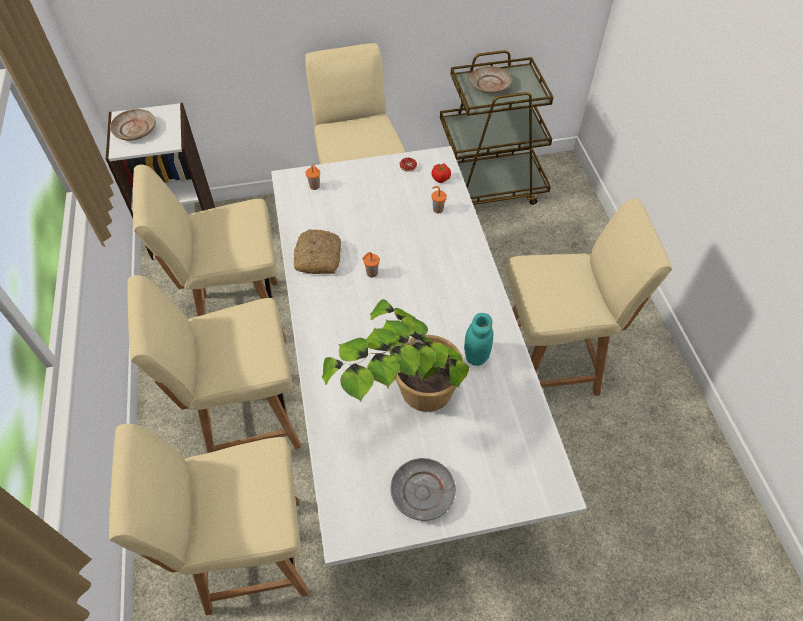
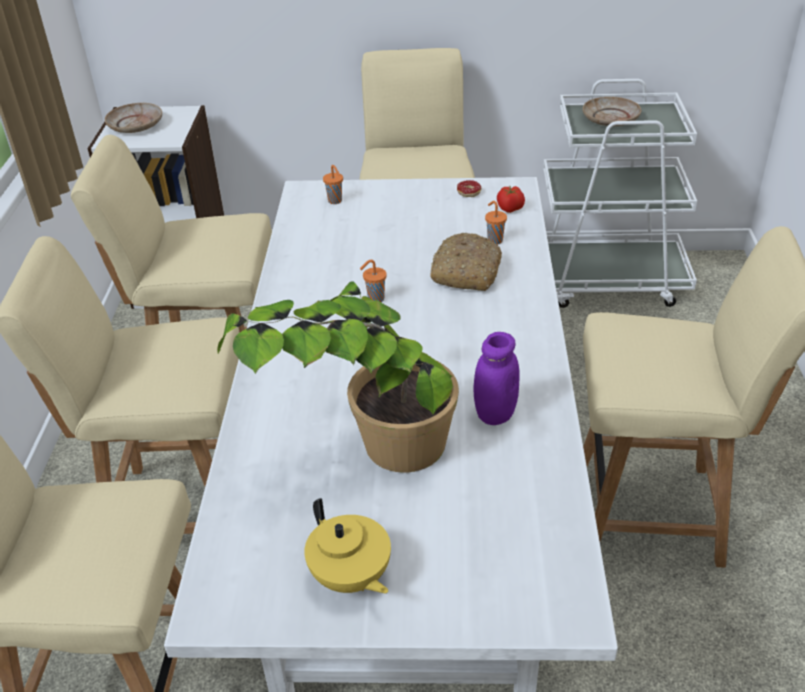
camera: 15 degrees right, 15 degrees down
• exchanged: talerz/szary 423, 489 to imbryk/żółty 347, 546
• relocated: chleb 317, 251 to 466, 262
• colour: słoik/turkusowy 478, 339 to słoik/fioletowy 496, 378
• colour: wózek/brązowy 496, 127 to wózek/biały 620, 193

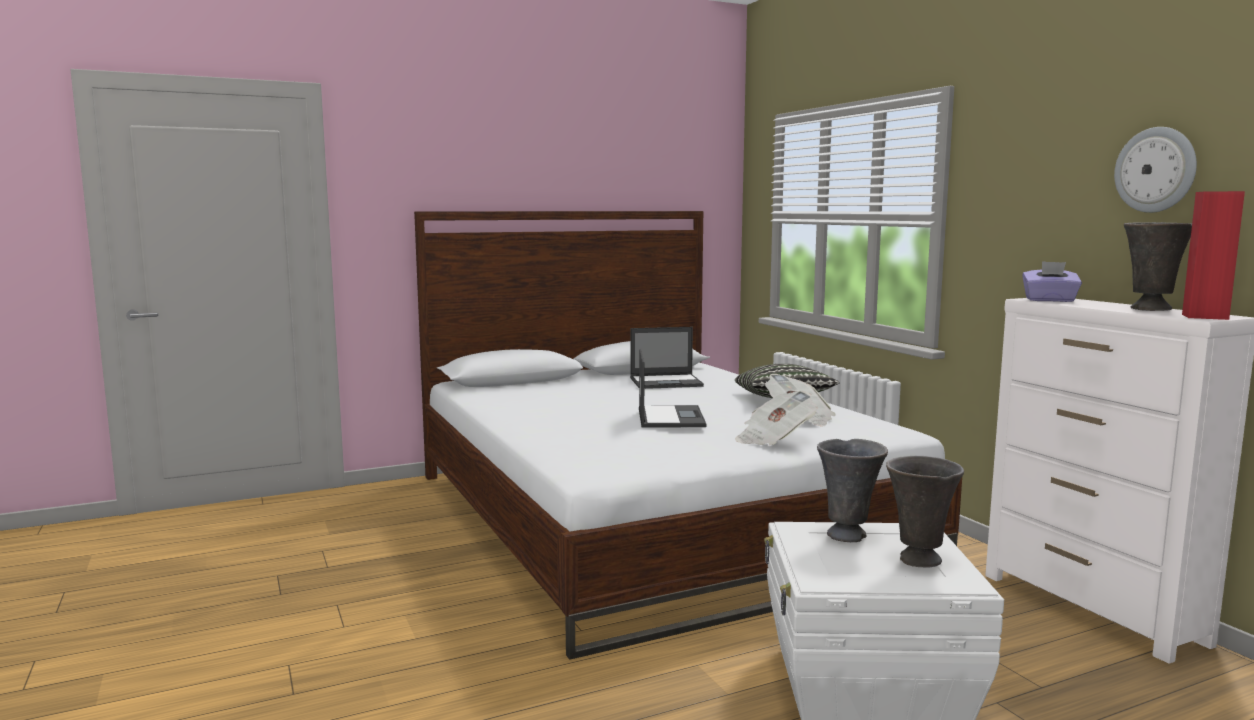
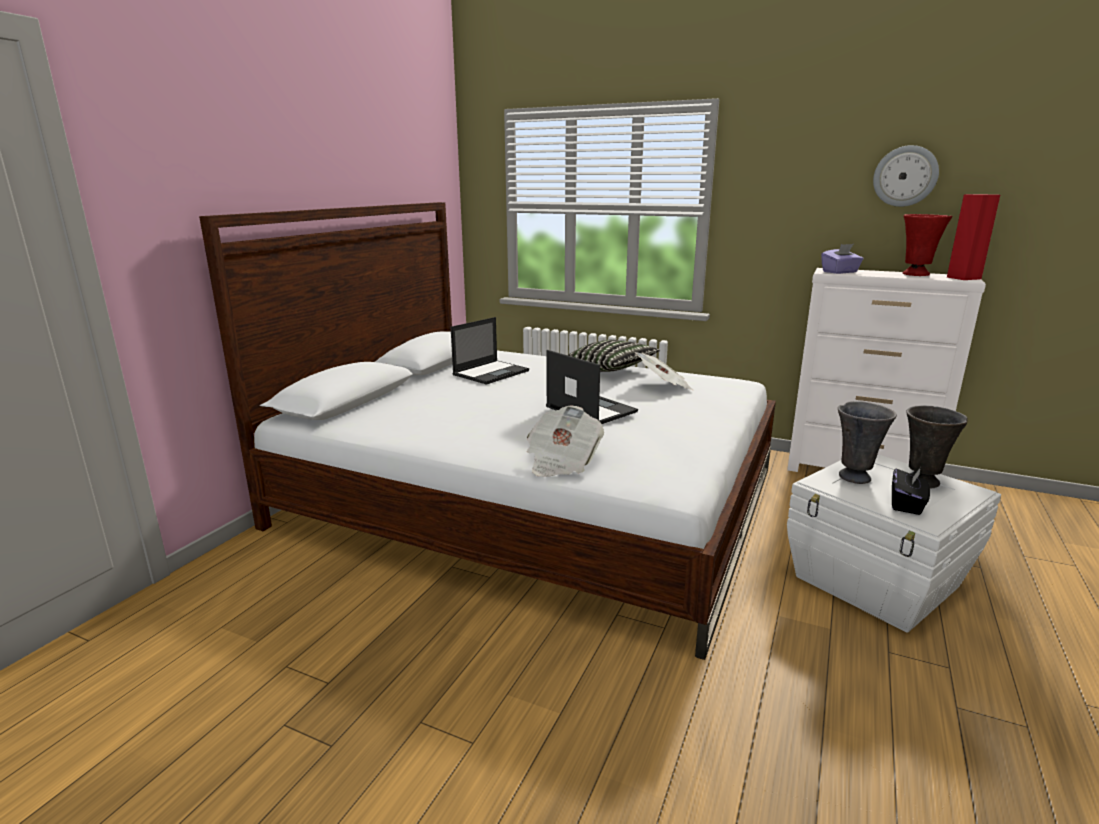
camera: 40 degrees left, 10 degrees up
• relocated: gazeta 776, 418 to 565, 441
• appeared: pudełko chusteczek/czarny 911, 491
• colour: wazon/szary 1158, 266 to wazon/czerwony 927, 245

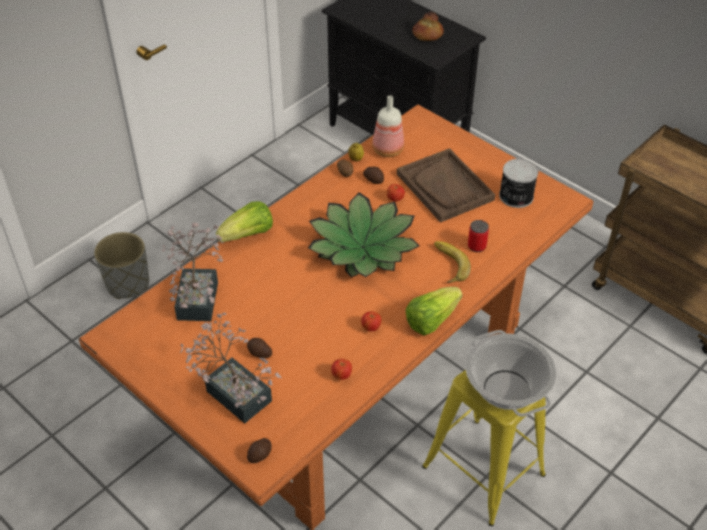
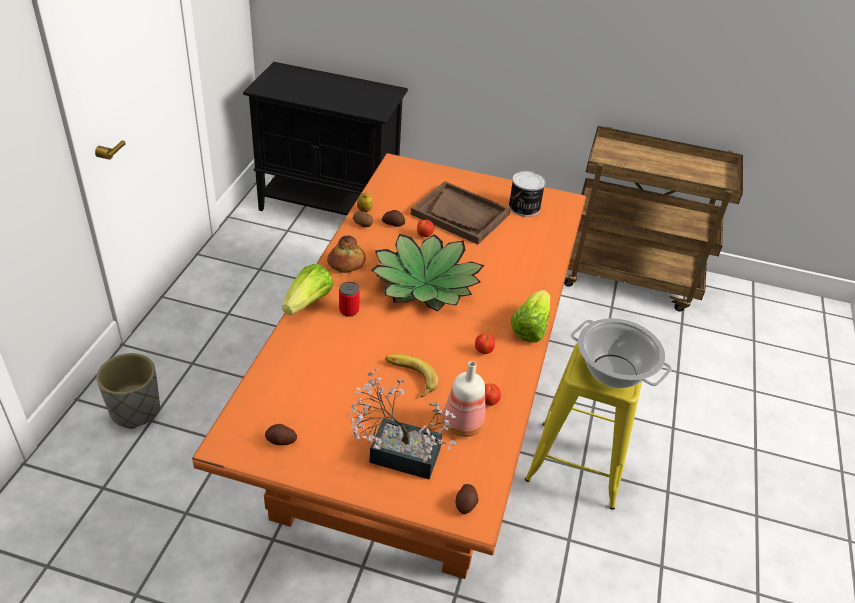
camera: 30 degrees left, 5 degrees down
• relocated: ziemniak 259, 348 to 281, 434
• relocated: chleb 428, 26 to 346, 254
• relocated: puszka 478, 236 to 349, 299
• relocated: banan 452, 262 to 411, 375
• relocated: butelka 388, 126 to 464, 399
• missing: roślina doniczkowa 193, 272

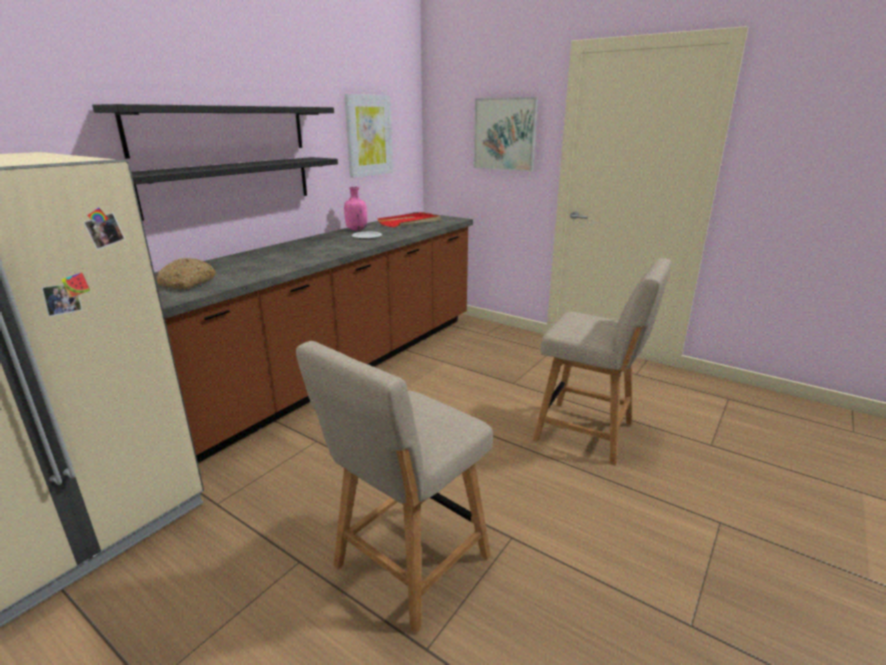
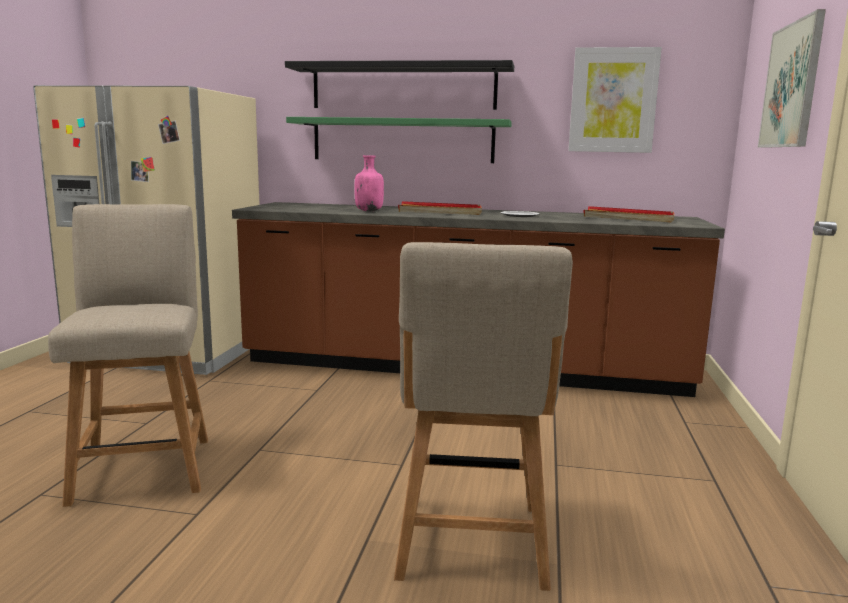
camera: 65 degrees right, 10 degrees down
• spun: krzesło/beżowy 394, 487 = 128, 355 60 degrees clockwise
• colour: półka/czarny 234, 189 to półka/zielony 399, 140
• relocated: butelka/różowy 355, 208 to 369, 183
• appeared: taca/czerwony 440, 208
• missing: chleb 186, 273

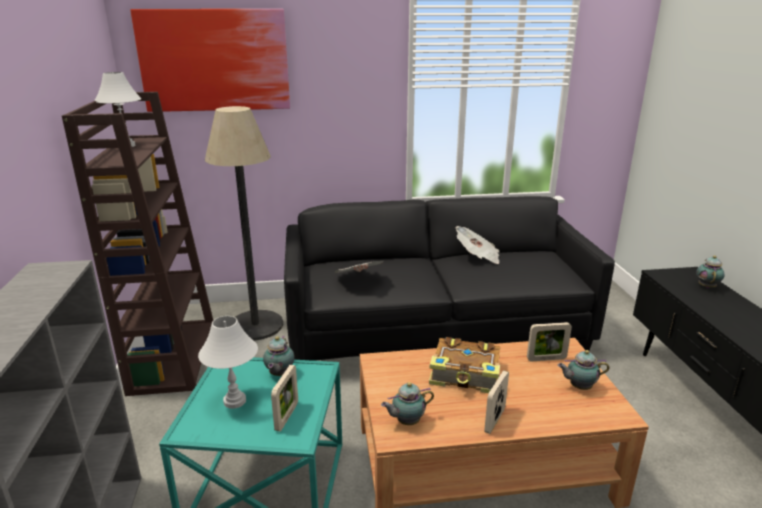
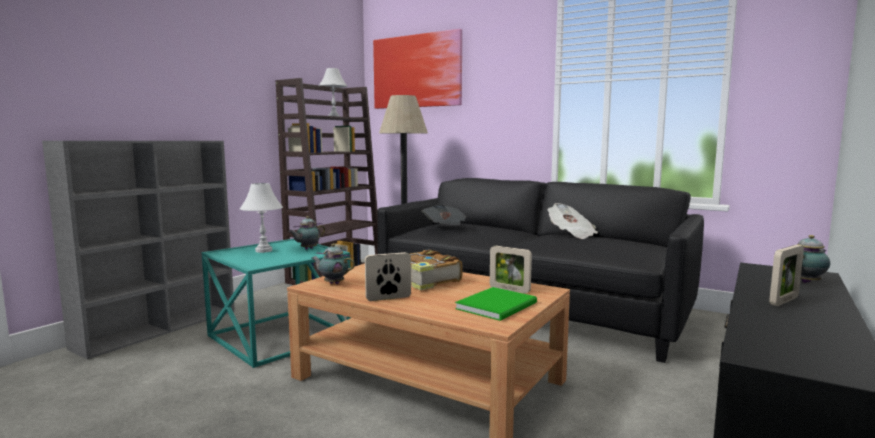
camera: 40 degrees right, 15 degrees down
• exchanged: imbryk 583, 370 to książka/zielony 496, 304
• relocated: ramka na zdjęcie 284, 398 to 786, 275

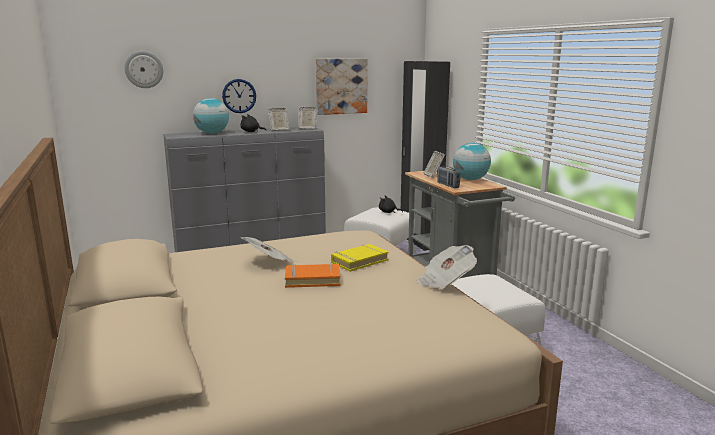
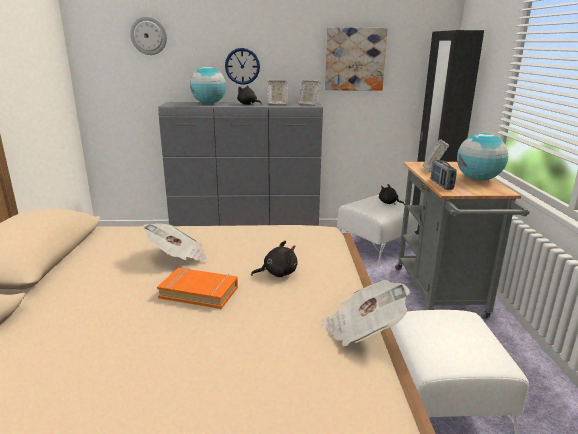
camera: 20 degrees right, 5 degrees up
• exchanged: książka/żółty 360, 258 to pluszak/czarny 274, 259

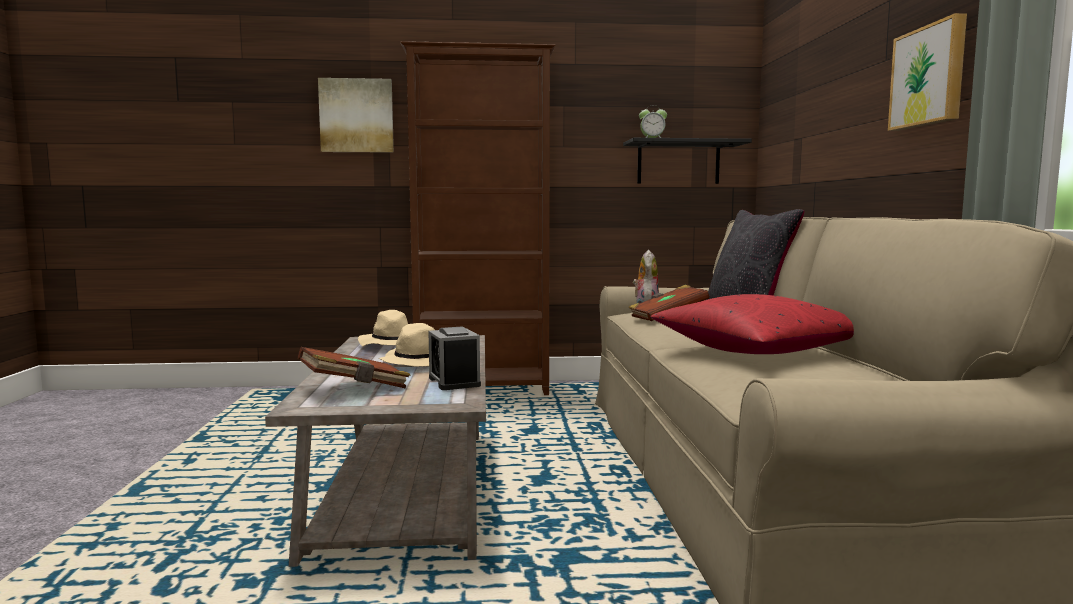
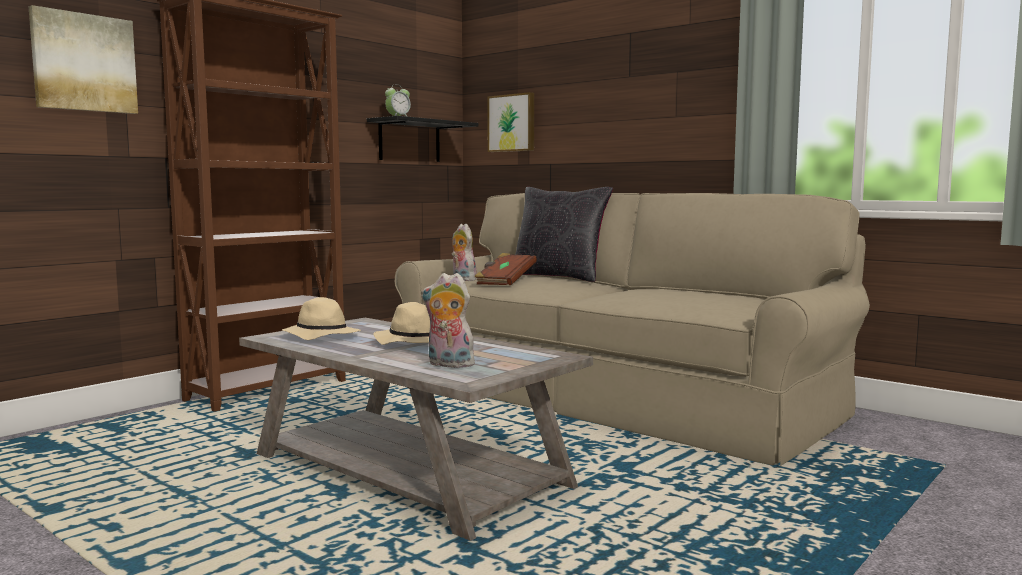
camera: 45 degrees left, 0 degrees up
• exchanged: książka/brązowy 354, 368 to pluszak 449, 321
• relocated: obraz 927, 72 to 510, 122
• missing: budzik 454, 358
• missing: poduszka/czerwony 752, 324

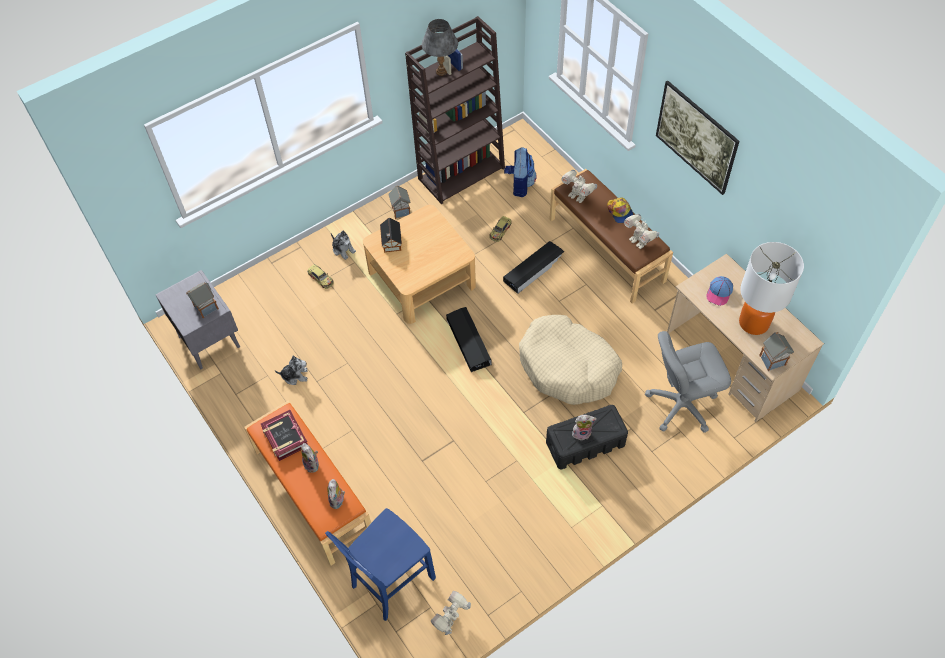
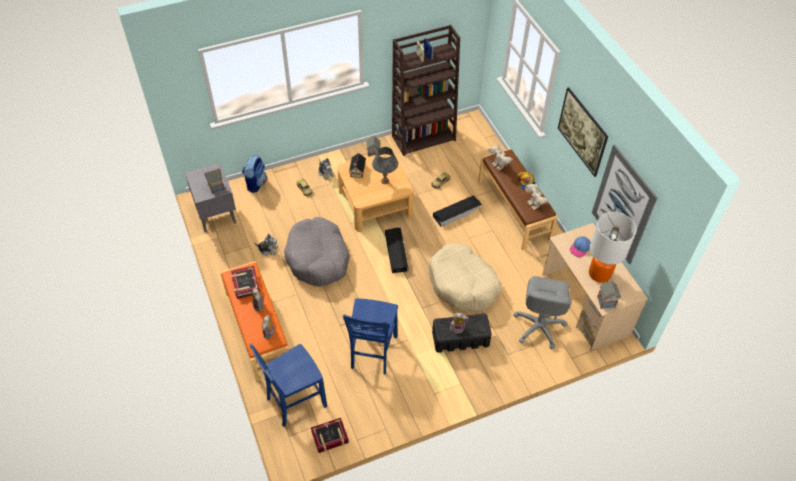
camera: 10 degrees right, 5 degrees down
• relocated: plecak 520, 172 to 254, 174
• appeared: legowisko/szary 317, 251
• exchanged: robot zabawkowy 451, 613 to książka 330, 435
• appeared: krzesło/niebieski 370, 336
• relocated: lampa stołowa/szary 440, 47 to 385, 165
• spun: krzesło biurowe/szary 688, 382 = 542, 312 75 degrees counterclockwise
• appeared: obraz 625, 204

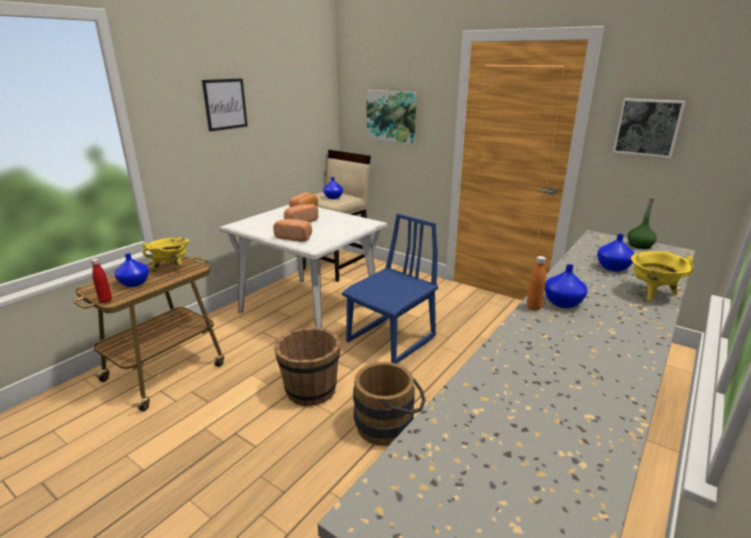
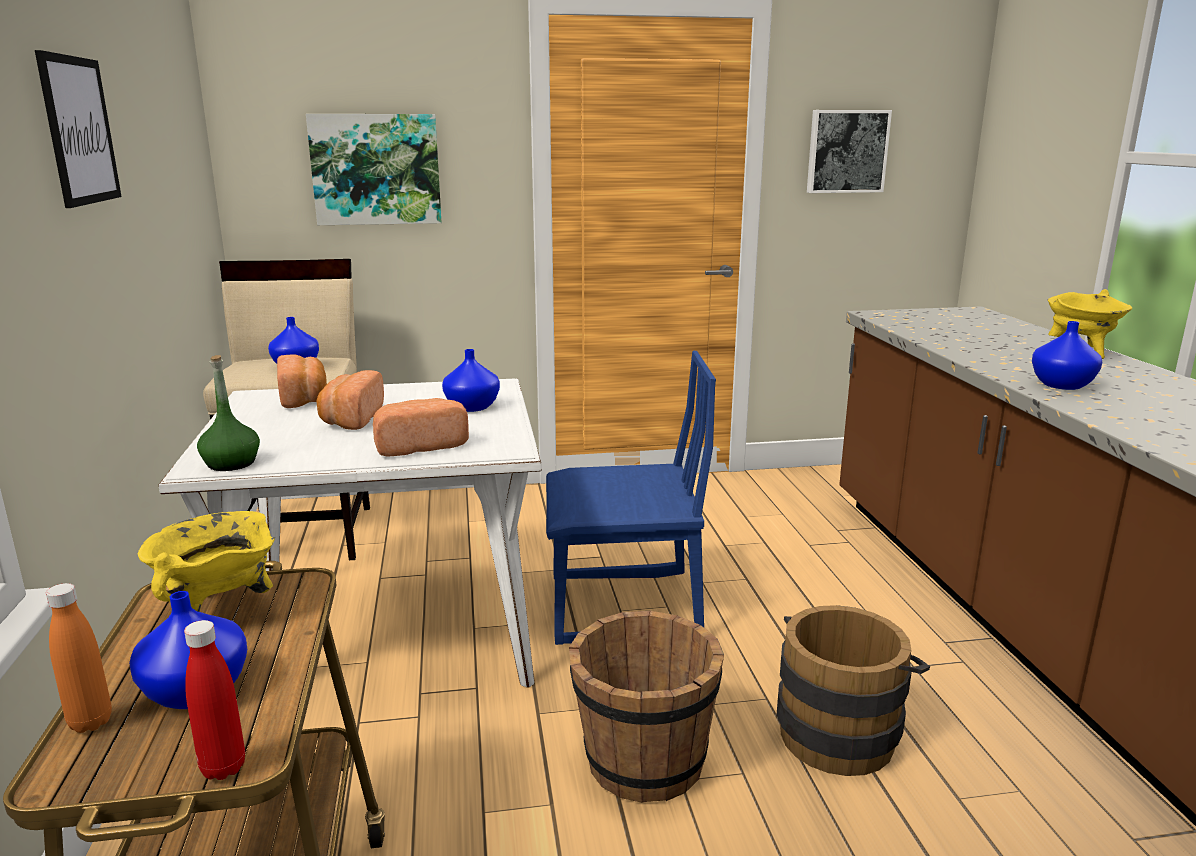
camera: 45 degrees left, 5 degrees down
• relocated: butelka/pomarańczowy 536, 283 to 79, 658
• relocated: butelka/zielony 642, 223 to 228, 413
• relocated: wazon/niebieski 616, 253 to 471, 380
• spun: krzesło/niebieski 390, 288 = 631, 497 90 degrees clockwise

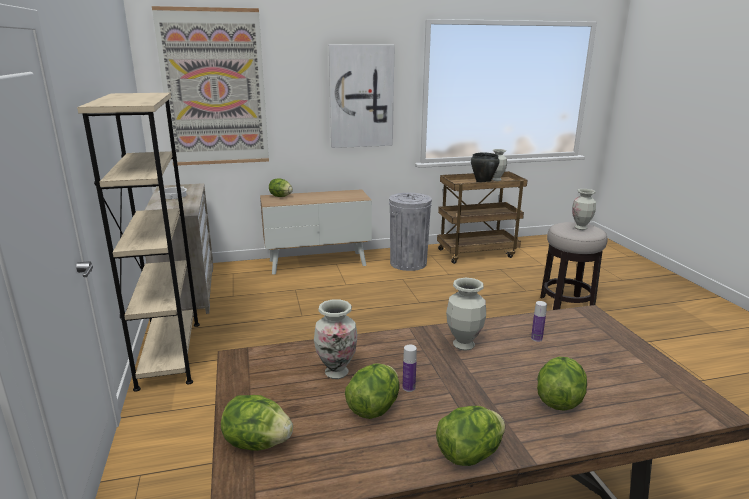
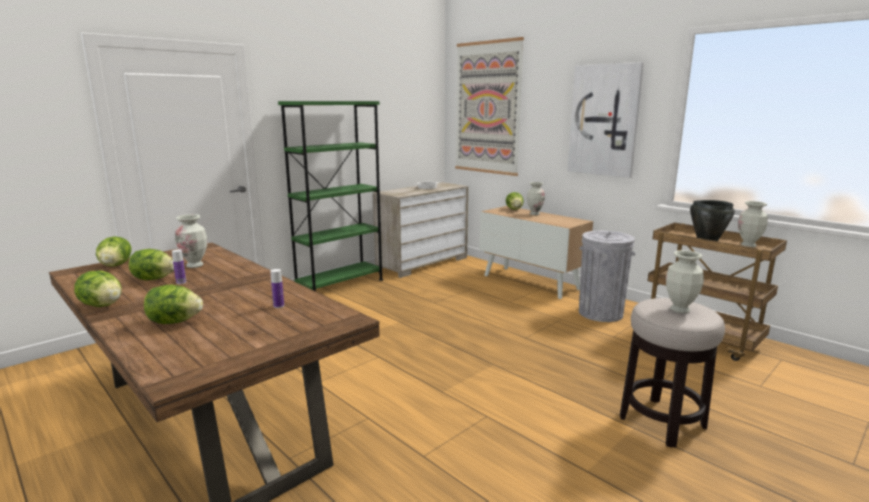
camera: 60 degrees right, 5 degrees down
• colour: regał/beżowy 138, 242 to regał/zielony 330, 196
• relocated: wazon 466, 314 to 536, 198

